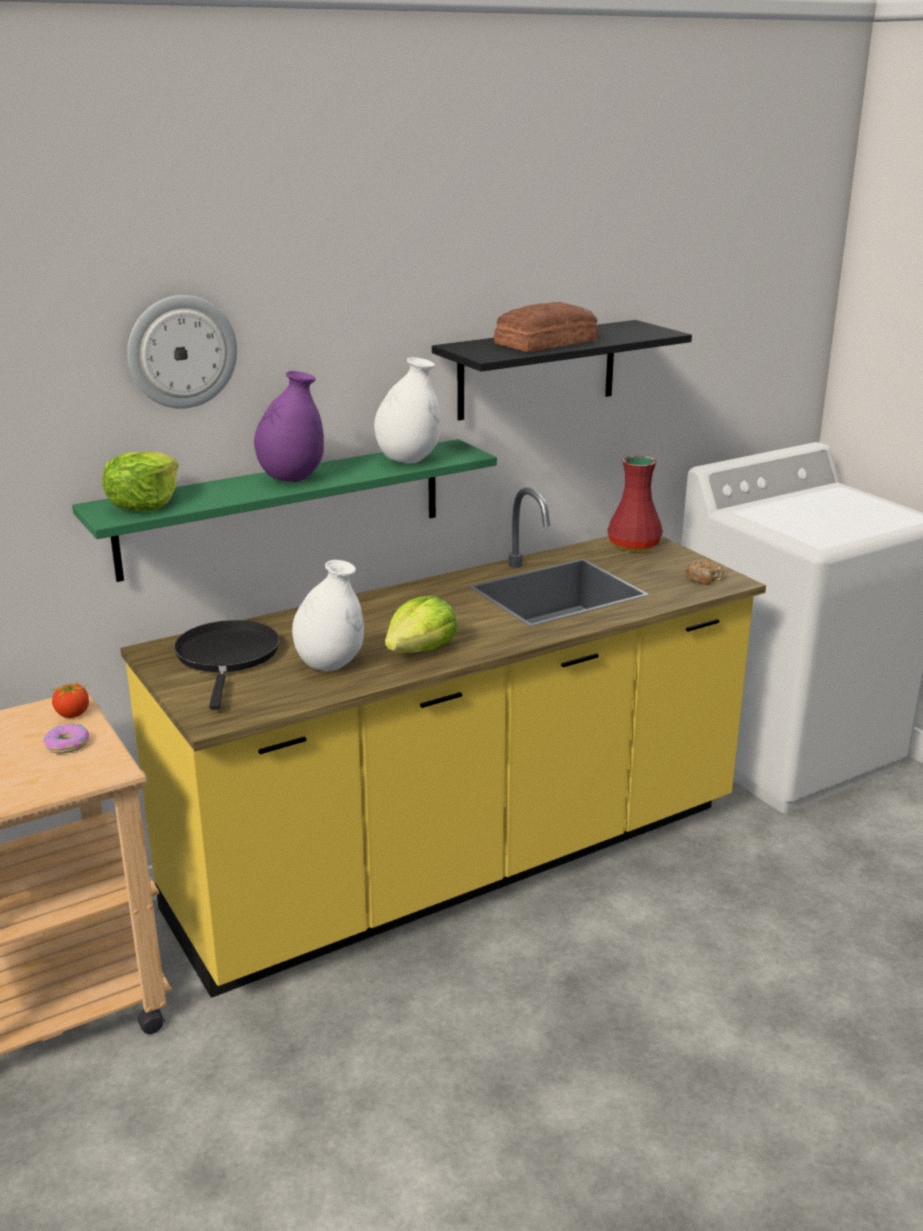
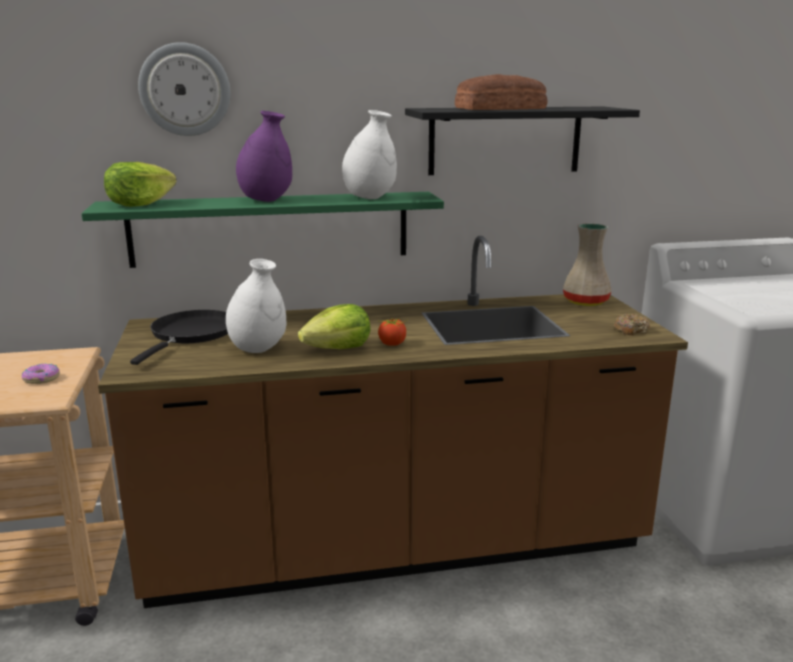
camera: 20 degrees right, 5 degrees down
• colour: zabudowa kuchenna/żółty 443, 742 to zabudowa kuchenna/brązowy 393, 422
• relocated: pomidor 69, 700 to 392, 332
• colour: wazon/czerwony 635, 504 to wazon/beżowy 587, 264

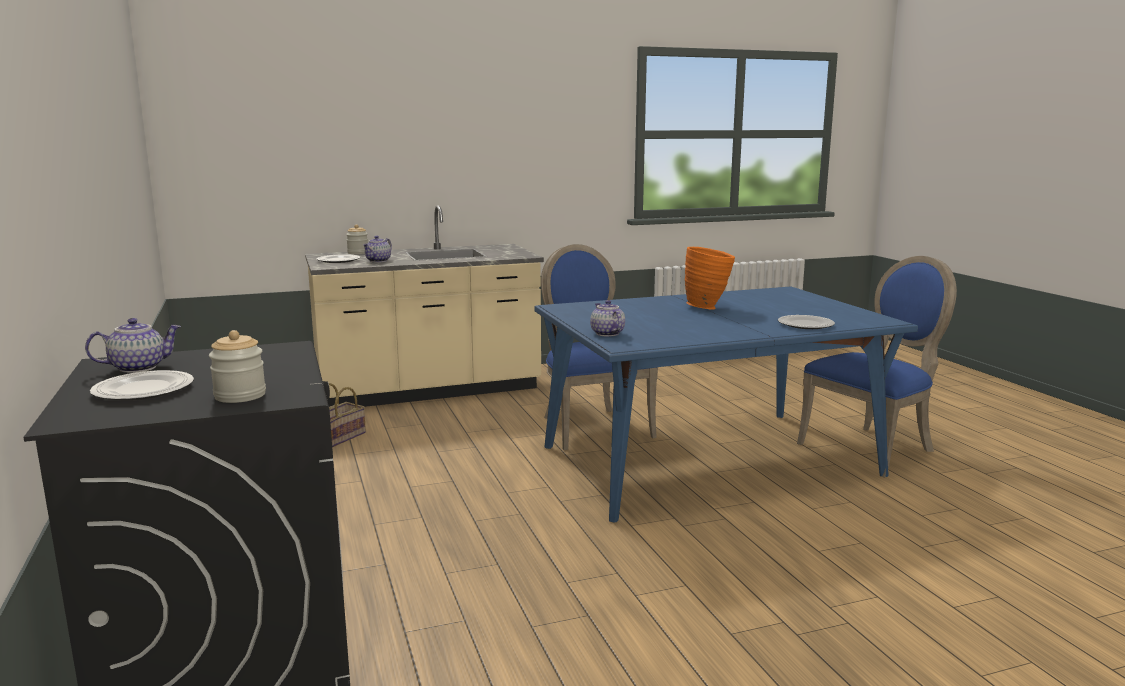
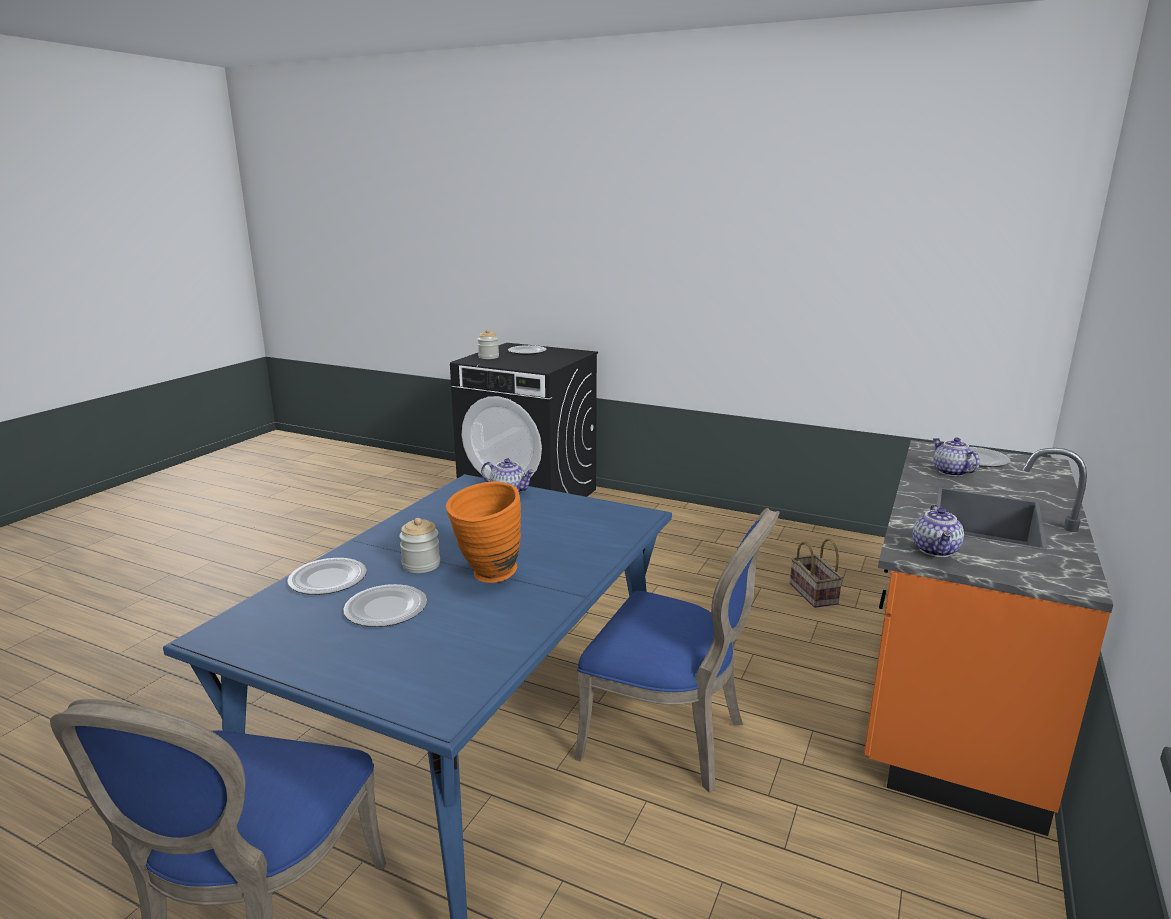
camera: 135 degrees right, 5 degrees up
• appeared: talerz 385, 605
• relocated: słoik 357, 239 to 419, 545
• colour: zabudowa kuchenna/beżowy 424, 306 to zabudowa kuchenna/pomarańczowy 988, 638
• relocated: imbryk 133, 345 to 938, 531

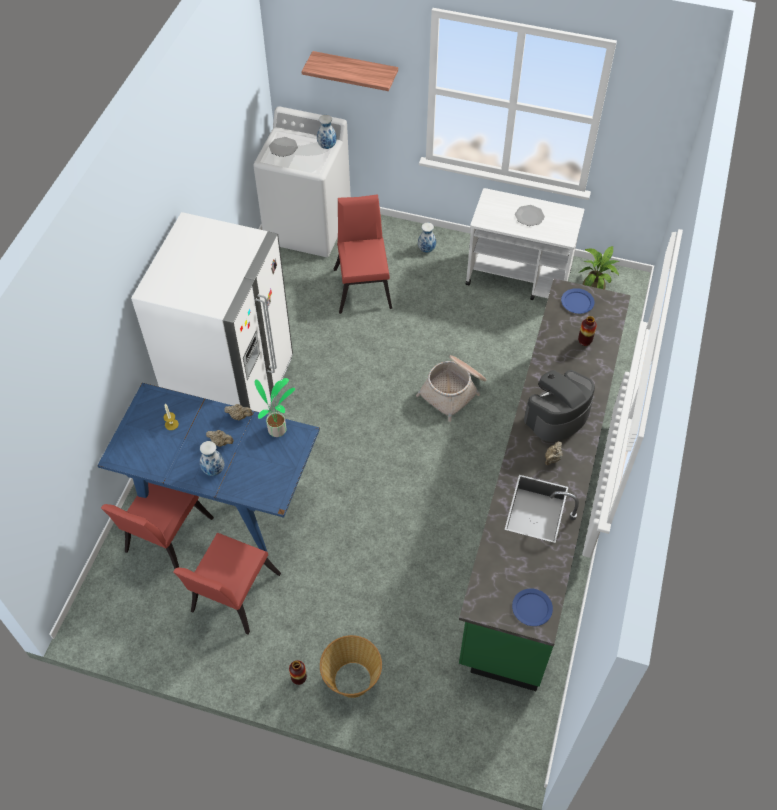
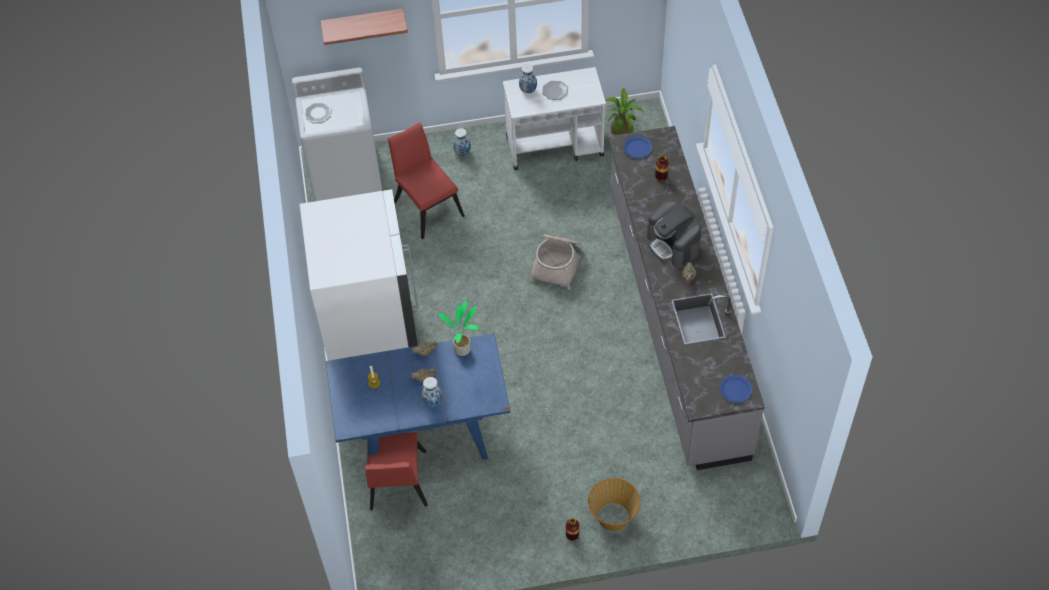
camera: 25 degrees left, 0 degrees up
• relocated: wazon 327, 132 to 528, 78
• colour: zabudowa kuchenna/zielony 545, 485 to zabudowa kuchenna/szary 686, 298
• spun: ekspres do kawy 559, 406 = 674, 233 60 degrees counterclockwise
• missing: krzesło/czerwony 227, 584

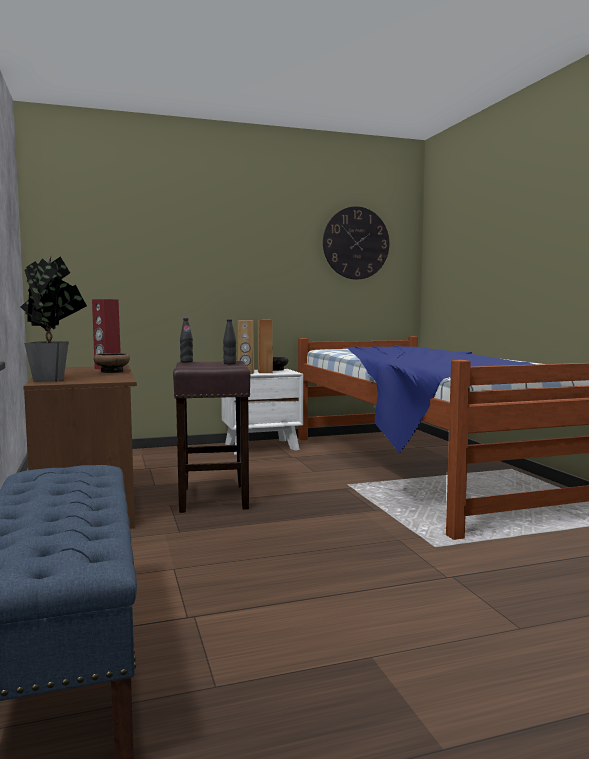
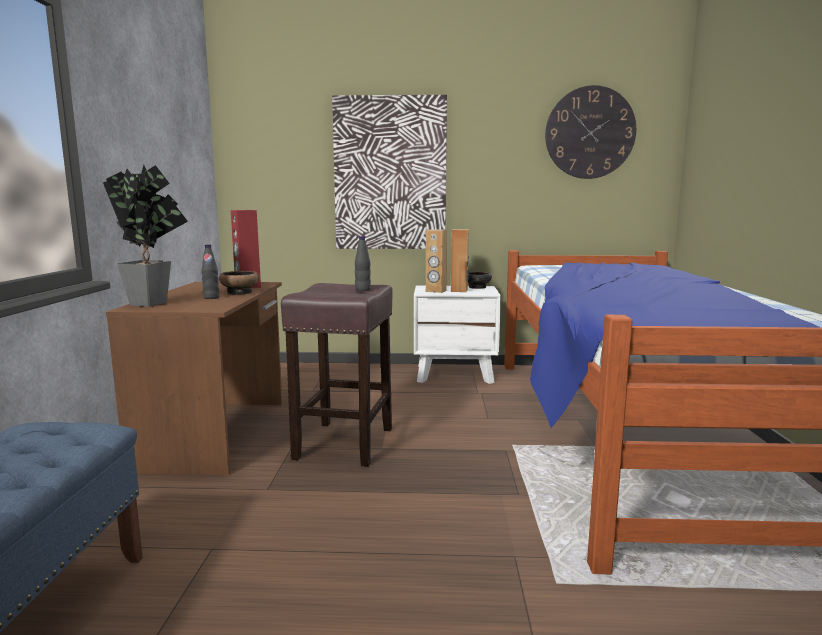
camera: 20 degrees right, 5 degrees up
• relocated: butelka/czarny 186, 340 to 210, 271
• appeared: obraz 389, 172

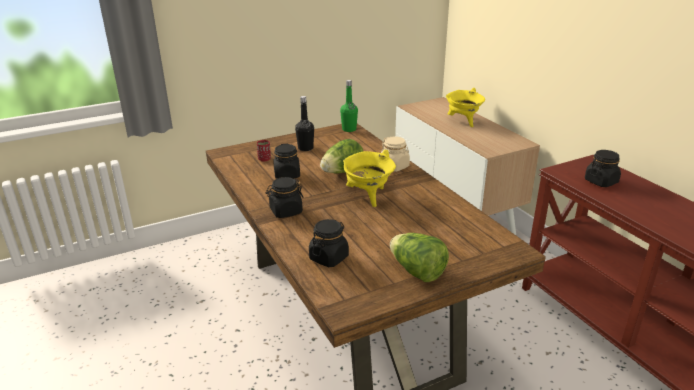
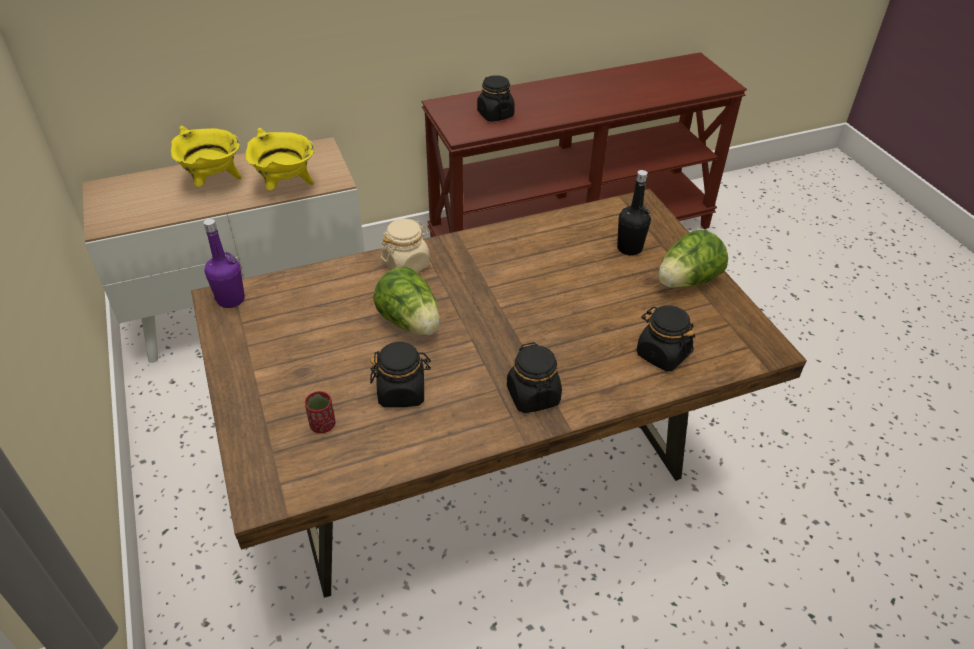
camera: 85 degrees left, 15 degrees up
• colour: butelka/zielony 349, 106 to butelka/fioletowy 224, 263
• relocated: garnek/żółty 369, 178 to 280, 159
• relocated: butelka/czarny 304, 123 to 634, 213

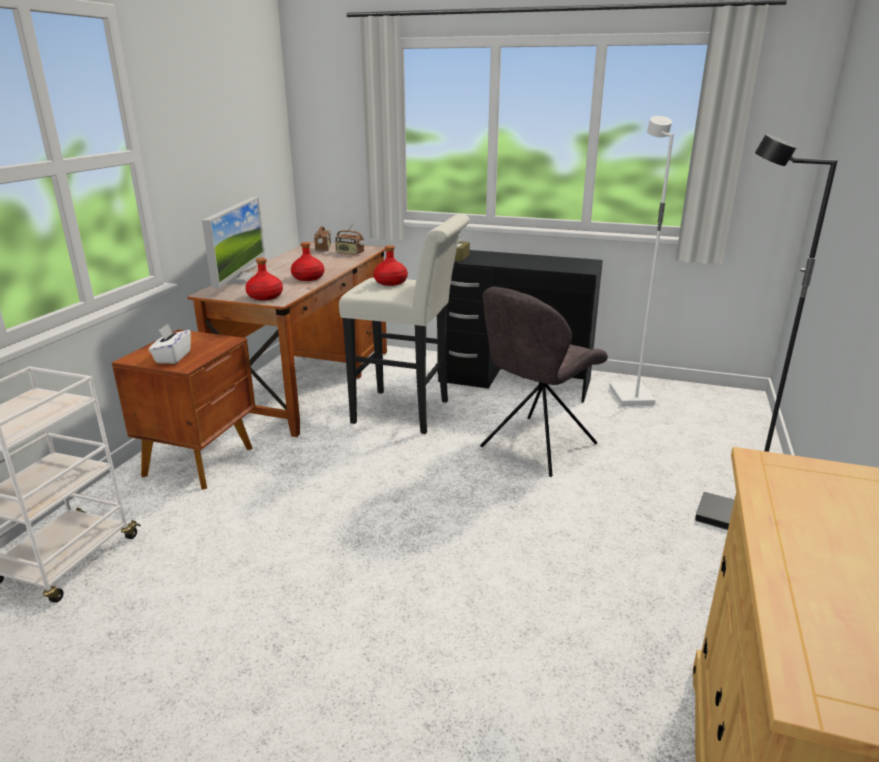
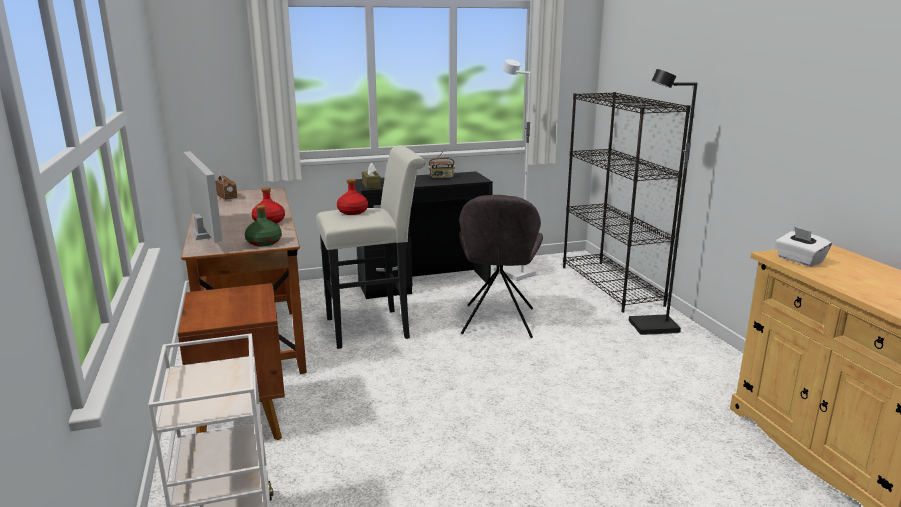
camera: 35 degrees left, 5 degrees down
• colour: butelka/czerwony 264, 279 to butelka/zielony 263, 225
• relocated: radio 349, 238 to 441, 164
• appeared: regał/czarny 627, 202
• relocated: pudełko chusteczek/biały 170, 344 to 804, 247

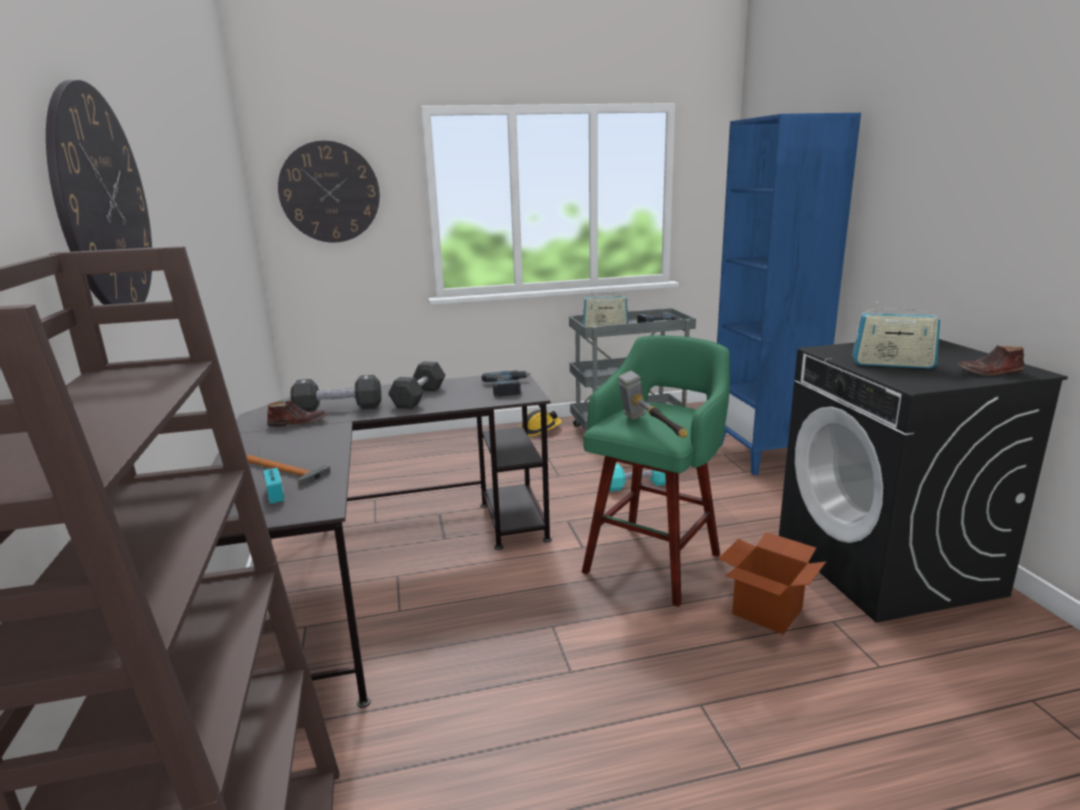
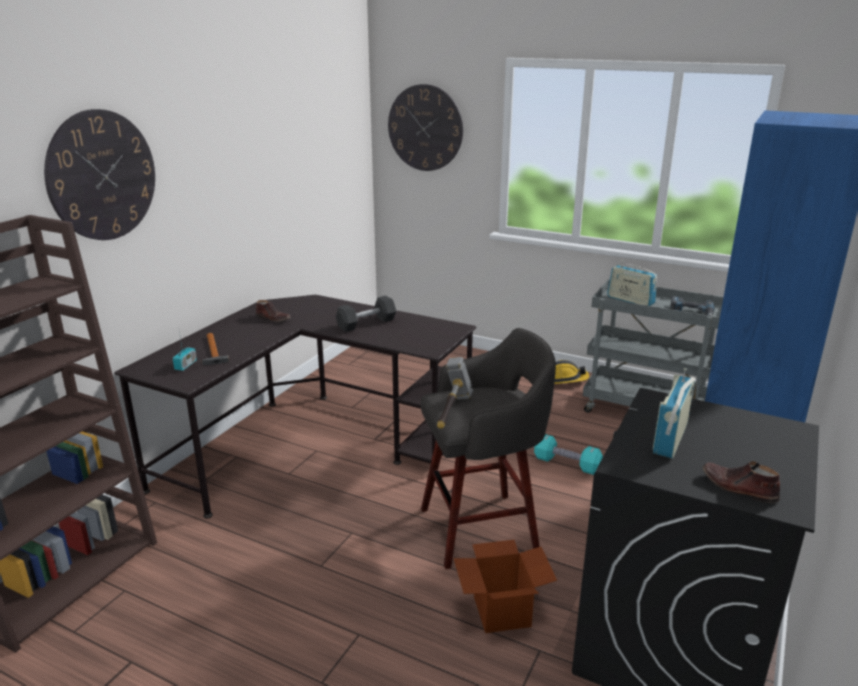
camera: 40 degrees right, 5 degrees up
• colour: stołek/zielony 656, 471 to stołek/szary 488, 448
• spun: radio 896, 335 = 674, 413 60 degrees clockwise
• missing: hantel/czarny 335, 393
• missing: wiertarka 506, 383

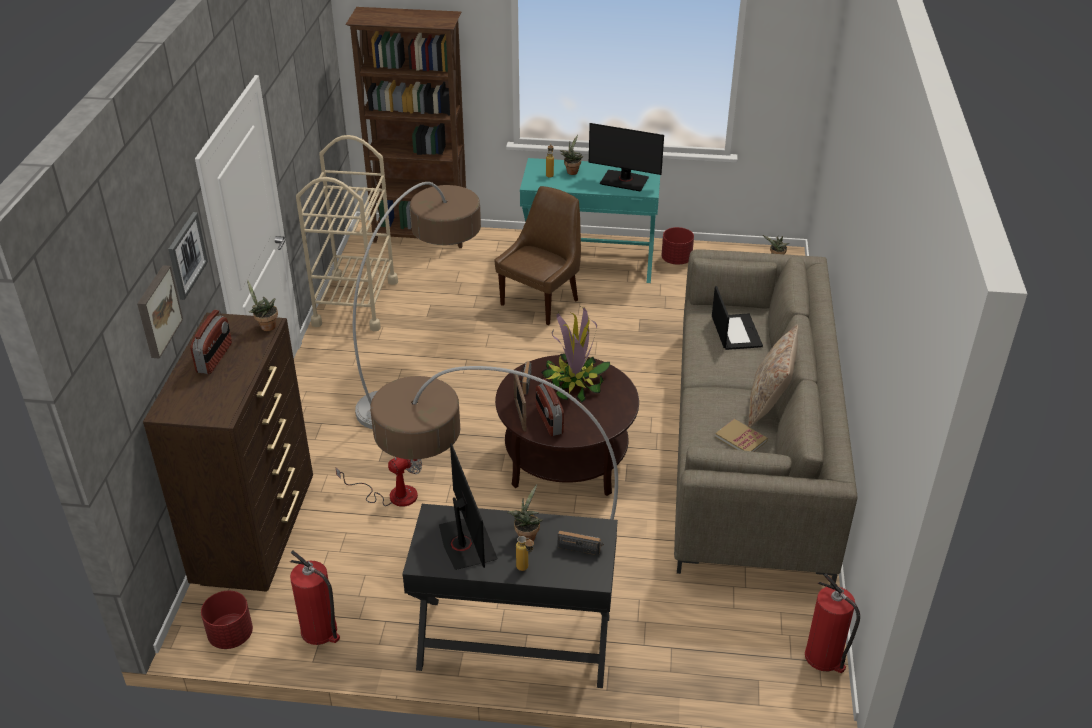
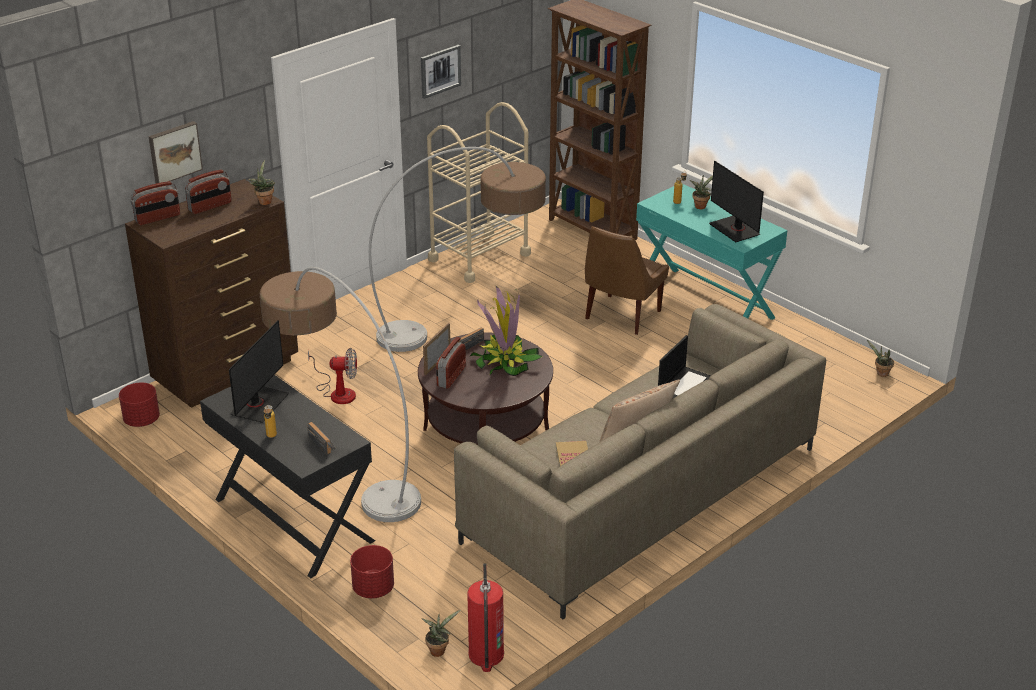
camera: 40 degrees right, 5 degrees down
• appeared: radio 155, 203
• relocated: donica/czerwony 677, 246 to 372, 571
• relocated: obraz 188, 256 to 441, 72
• relocated: roślina doniczkowa 525, 512 to 441, 633
• spun: krzesło/brązowy 538, 255 = 627, 280 135 degrees clockwise
• missing: gaśnica 315, 598

